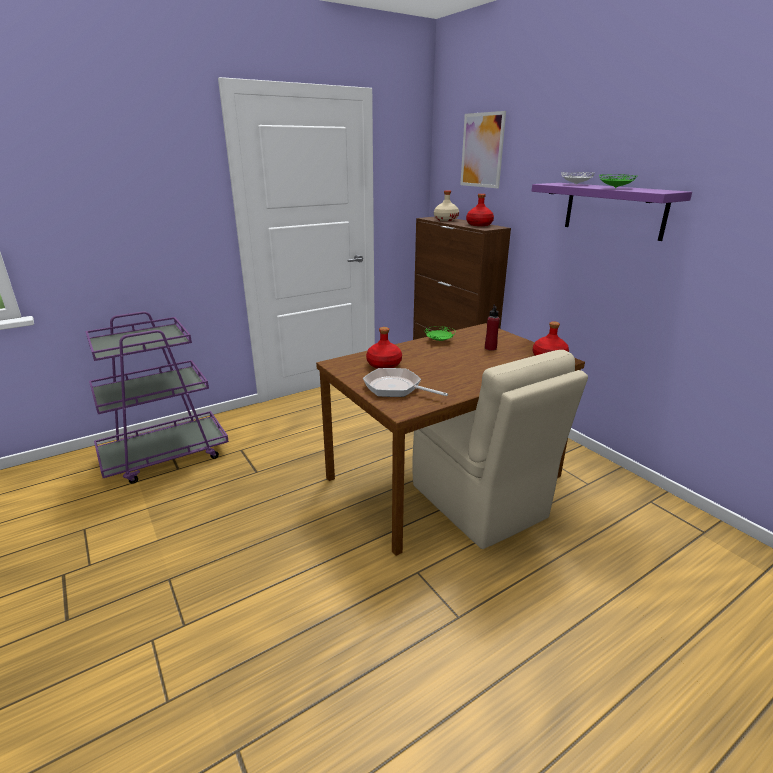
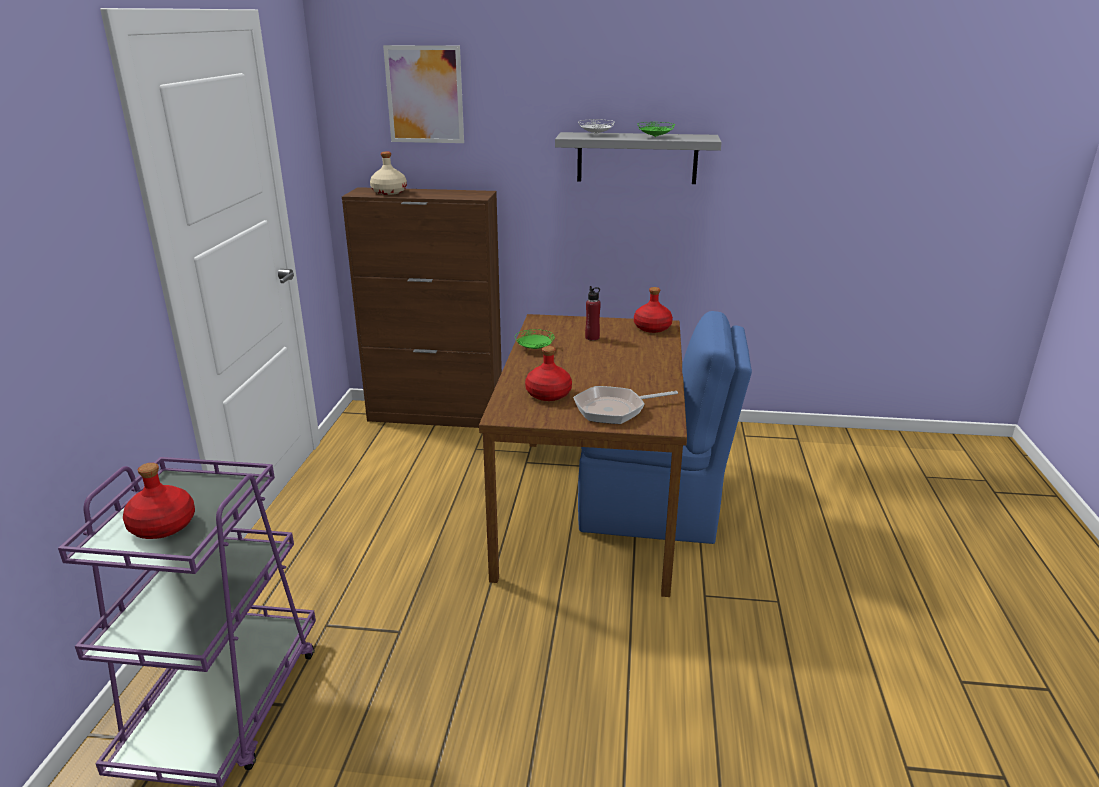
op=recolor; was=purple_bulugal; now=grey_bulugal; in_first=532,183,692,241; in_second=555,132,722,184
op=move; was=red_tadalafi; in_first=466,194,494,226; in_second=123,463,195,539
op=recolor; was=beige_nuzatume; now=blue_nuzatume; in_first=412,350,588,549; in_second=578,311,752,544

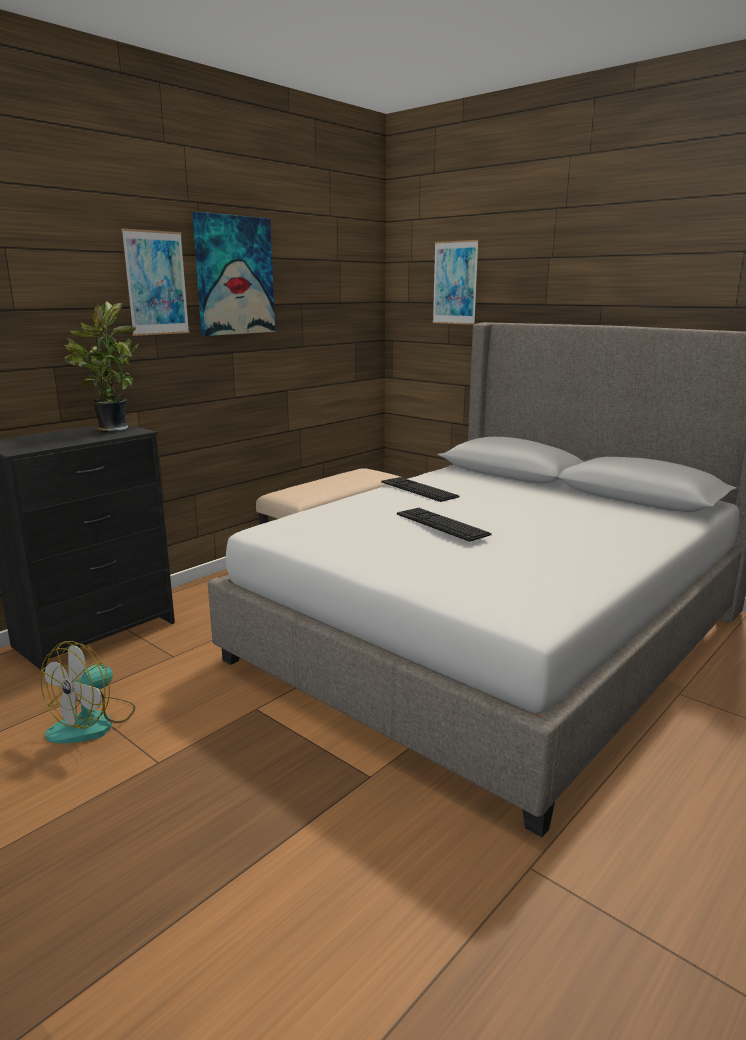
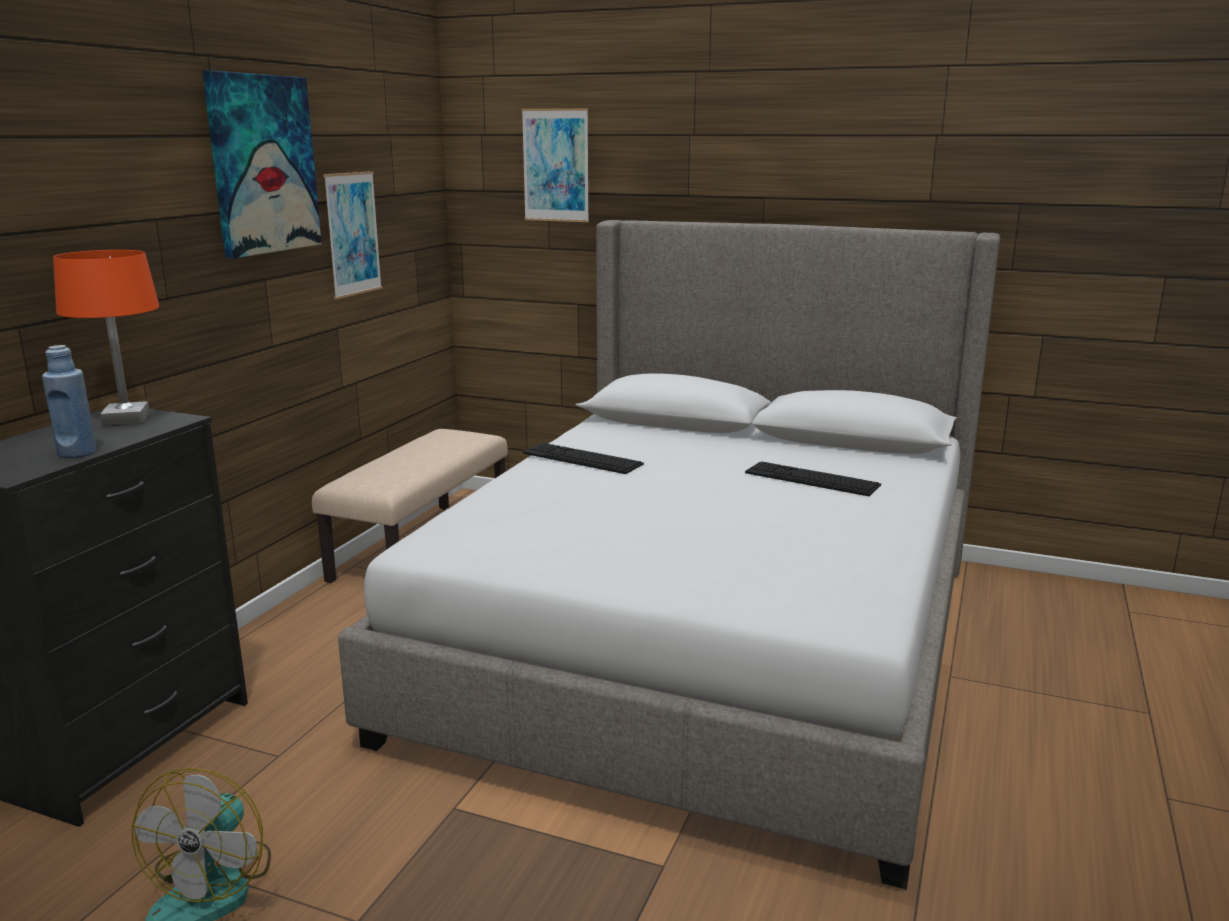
op=move; was=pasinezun; in_first=121,229,190,336; in_second=323,171,382,299
op=replace; was=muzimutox; now=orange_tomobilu; in_first=64,301,139,432; in_second=53,250,159,426
op=move; was=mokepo; in_first=397,508,492,542; in_second=745,462,881,496
op=insert; now=blue_tadalafi; in_second=42,345,96,458

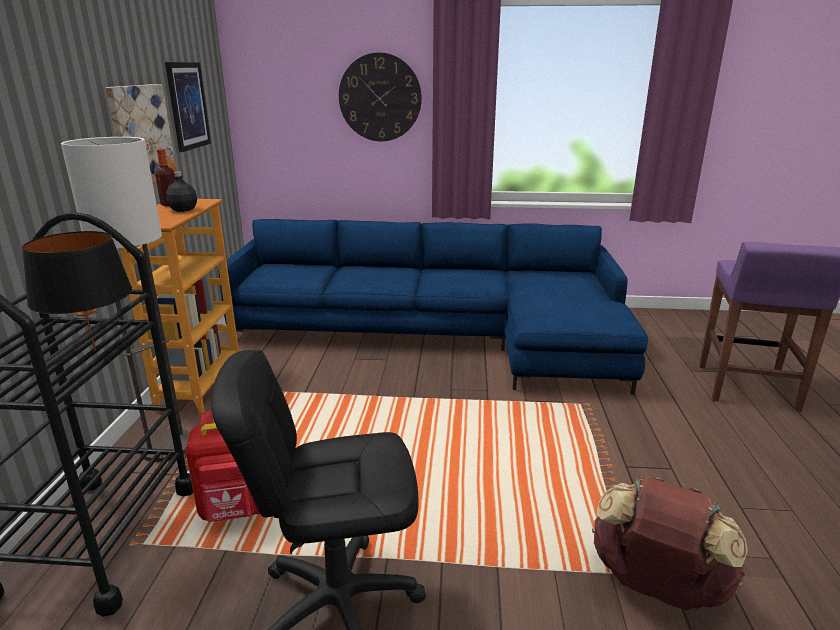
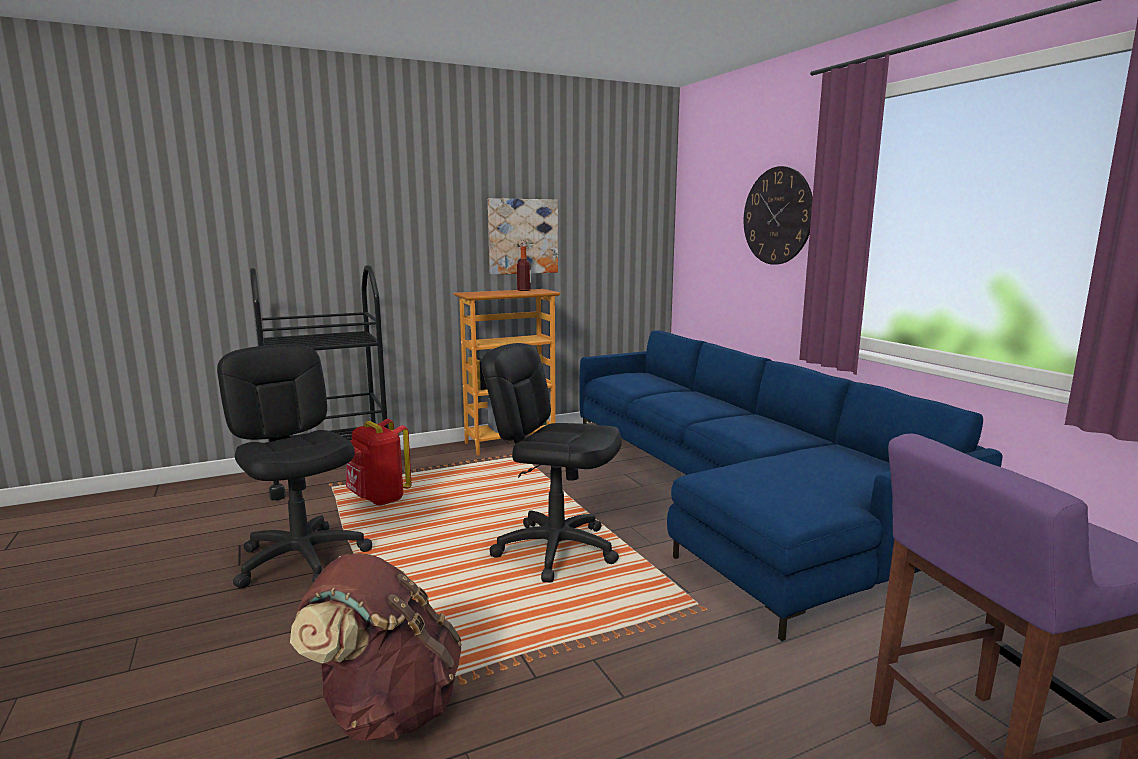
op=delete; was=pasinezun; in_first=165,62,211,152
op=delete; was=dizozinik; in_first=61,137,190,462
op=delete; was=black_tadalafi; in_first=166,171,197,212
op=delete; was=black_tomobilu; in_first=22,231,132,351
op=insert; now=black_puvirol; in_second=481,343,622,582

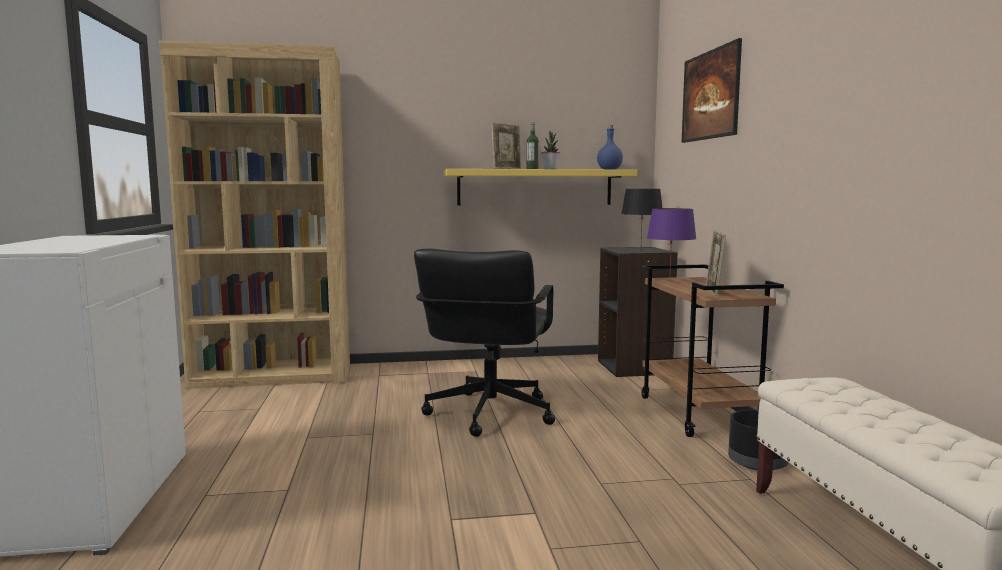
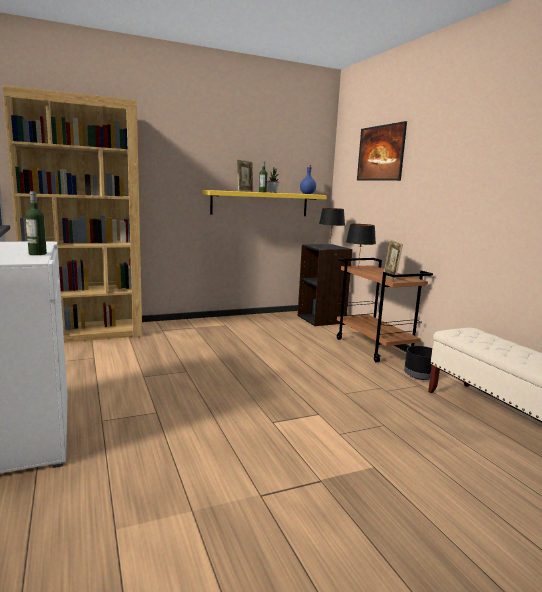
op=recolor; was=purple_tomobilu; now=black_tomobilu; in_first=647,208,697,282; in_second=346,224,376,269
op=delete; was=black_puvirol; in_first=414,248,555,437
op=insert; now=tadalafi; in_second=26,191,47,255

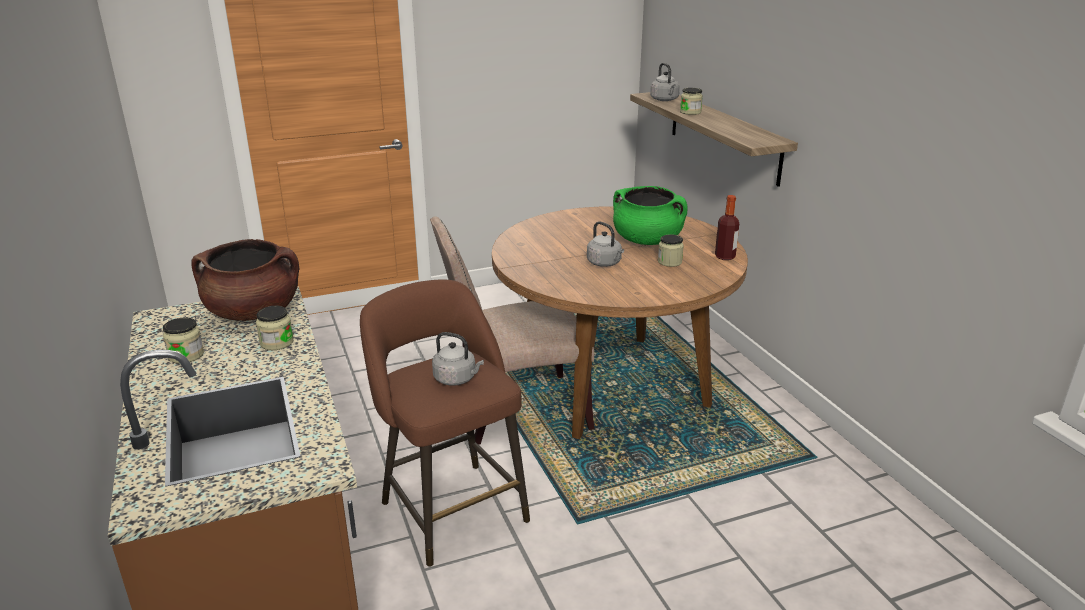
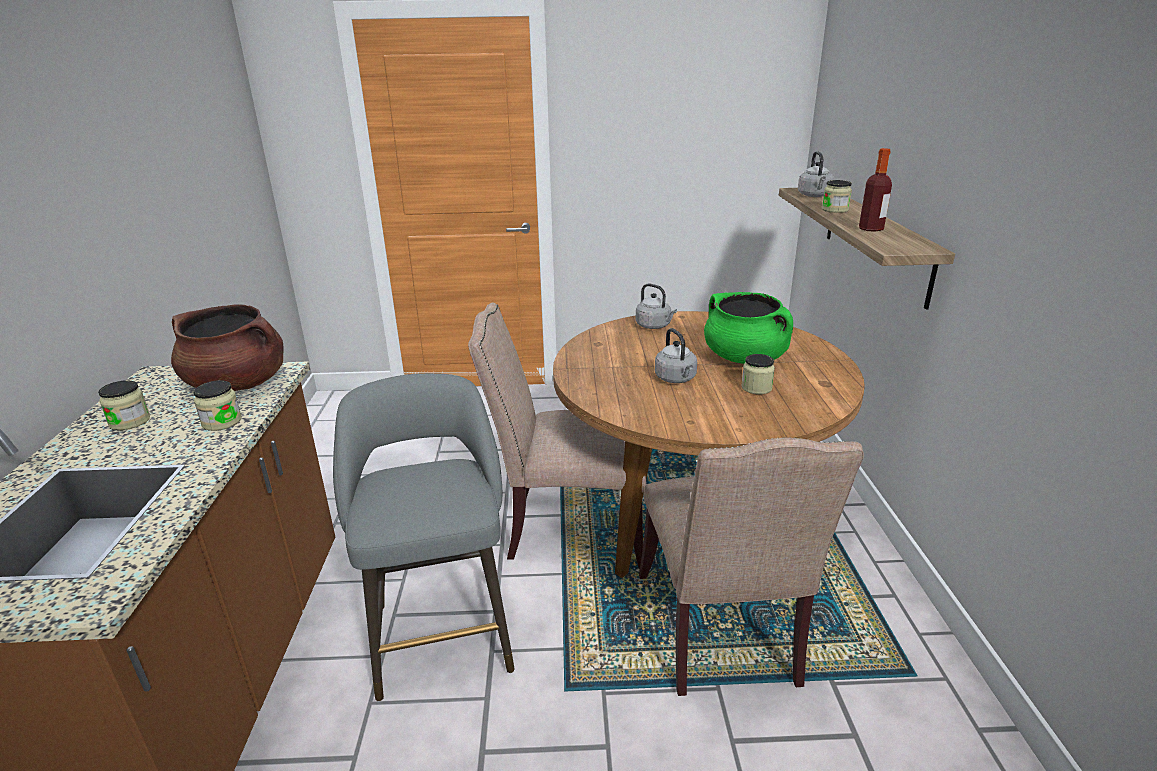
op=move; was=tadalafi; in_first=715,195,739,260; in_second=859,148,892,232
op=recolor; was=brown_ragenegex; now=grey_ragenegex; in_first=360,279,530,567; in_second=333,373,514,702
op=move; was=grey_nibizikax; in_first=432,332,484,386; in_second=636,283,677,329
op=insert; now=beige_nuzatume; in_second=639,437,864,696

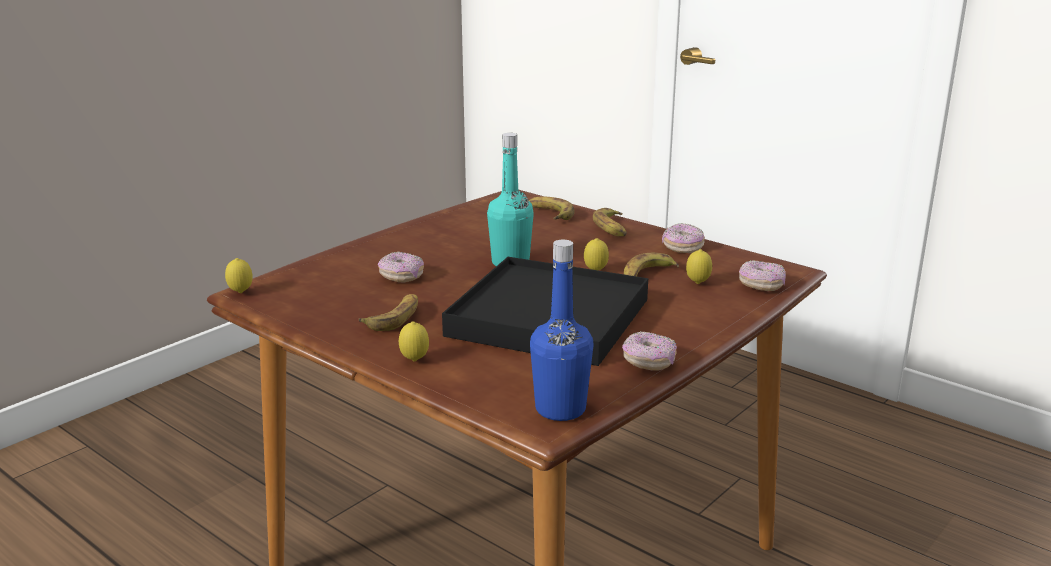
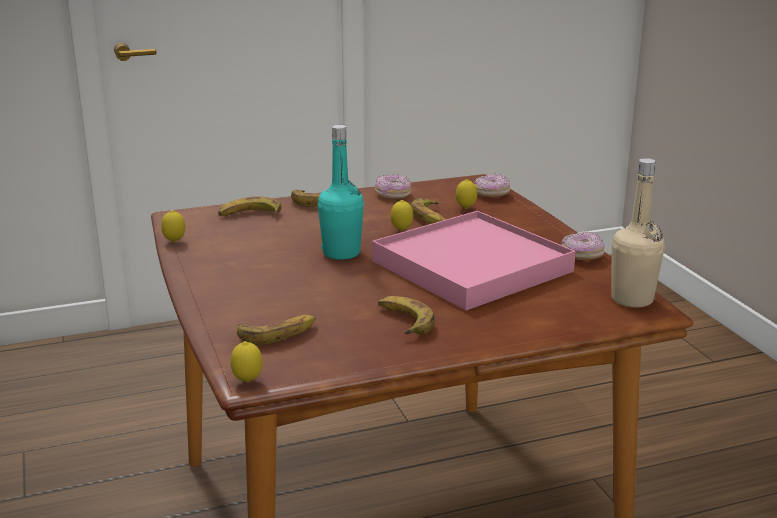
op=recolor; was=blue_tadalafi; now=beige_tadalafi; in_first=530,240,593,421; in_second=611,158,665,308
op=delete; was=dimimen; in_first=378,251,424,282
op=recolor; was=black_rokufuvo; now=pink_rokufuvo; in_first=442,257,648,366; in_second=372,211,576,311
op=move; was=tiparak; in_first=399,322,429,361; in_second=161,210,185,242
op=insert; now=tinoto; in_second=237,315,316,345

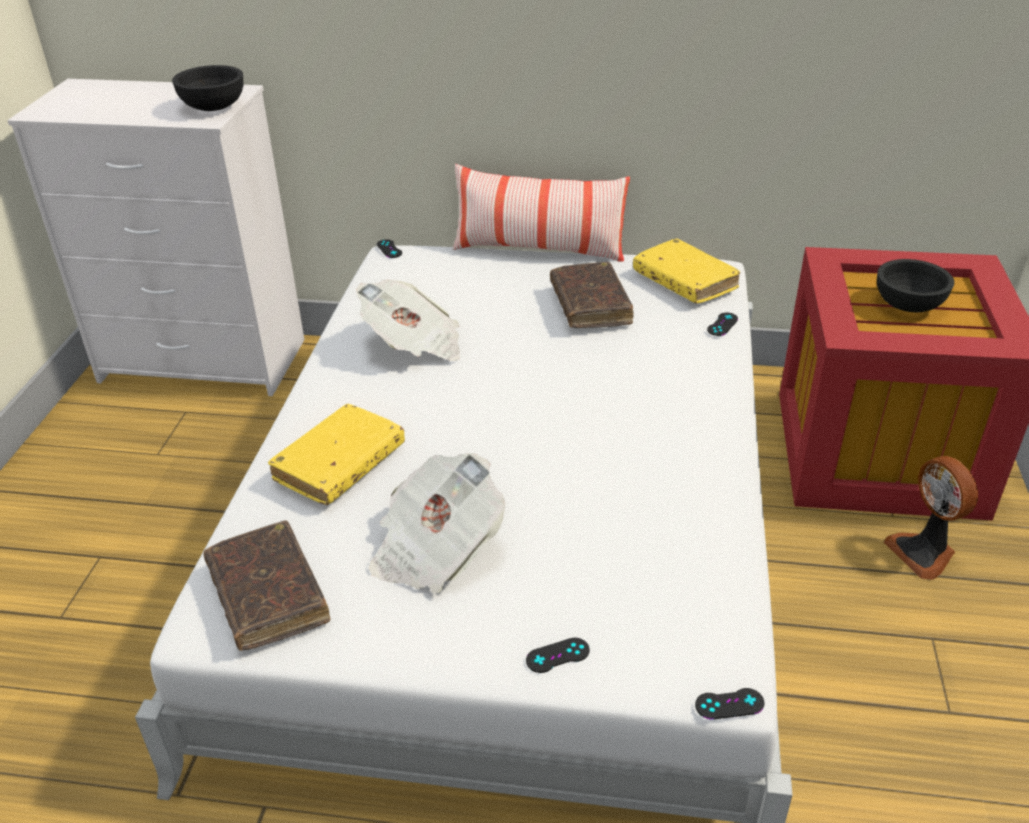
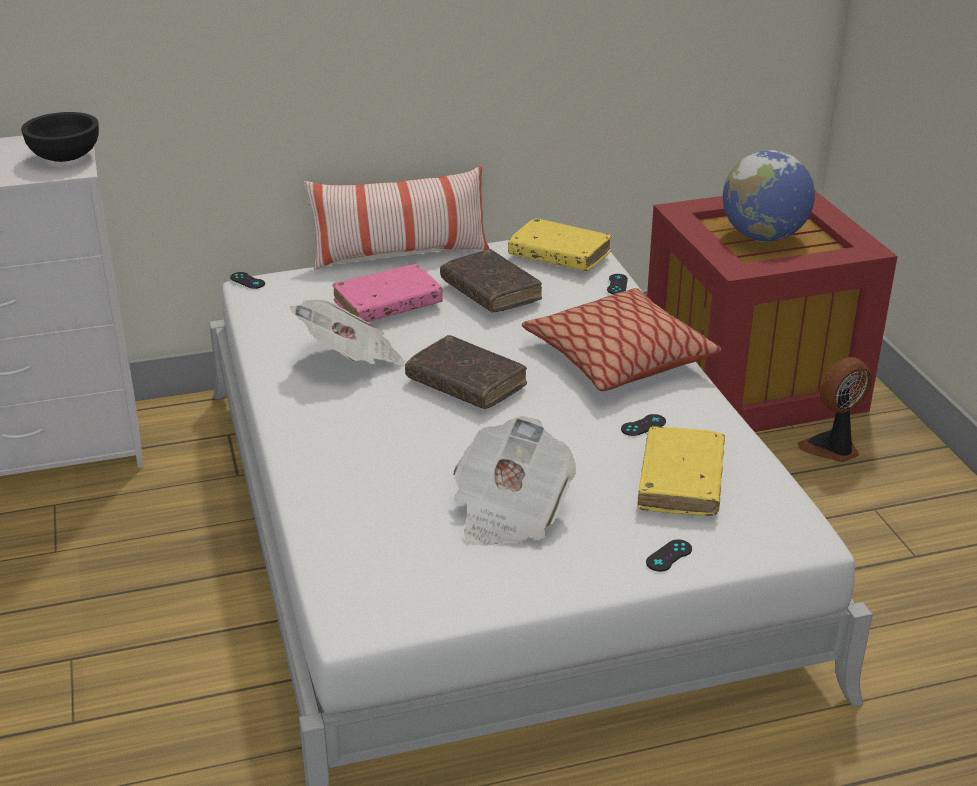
op=replace; was=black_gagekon; now=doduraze; in_first=877,259,954,312; in_second=723,150,815,242
op=move; was=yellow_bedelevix; in_first=268,404,405,505; in_second=637,426,725,516
op=rotate; was=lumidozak; in_first=884,456,978,580; in_second=798,357,872,462; clockwise=105
op=move; was=brown_bedelevix; in_first=203,521,330,651; in_second=405,335,527,409
op=move; was=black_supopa; in_first=695,688,764,720; in_second=621,414,666,436
op=insert; now=pink_bedelevix; in_second=332,264,443,322
op=insert; now=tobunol; in_second=522,288,722,391

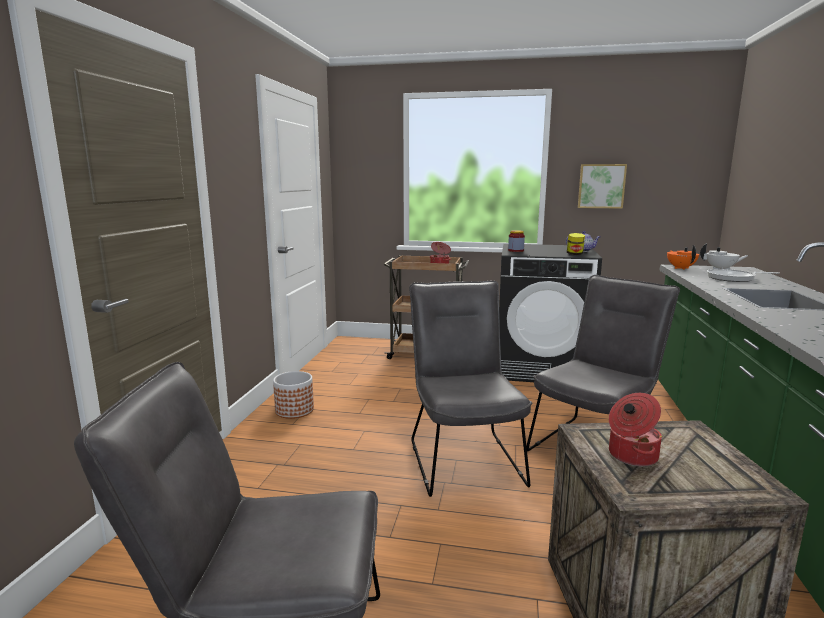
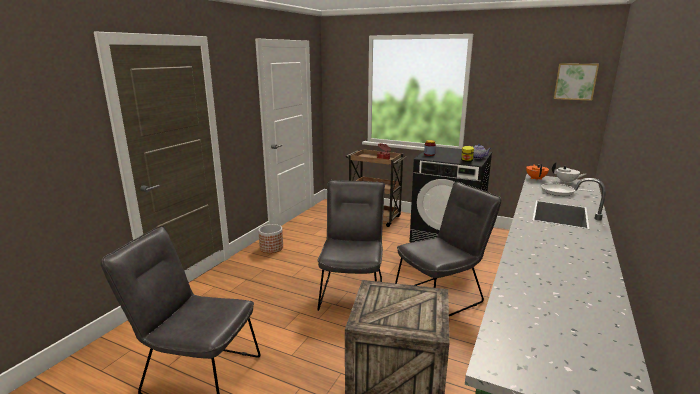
op=move; was=pasinezun; in_first=578,164,627,209; in_second=554,63,599,101
op=delete; was=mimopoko; in_first=609,393,662,466

